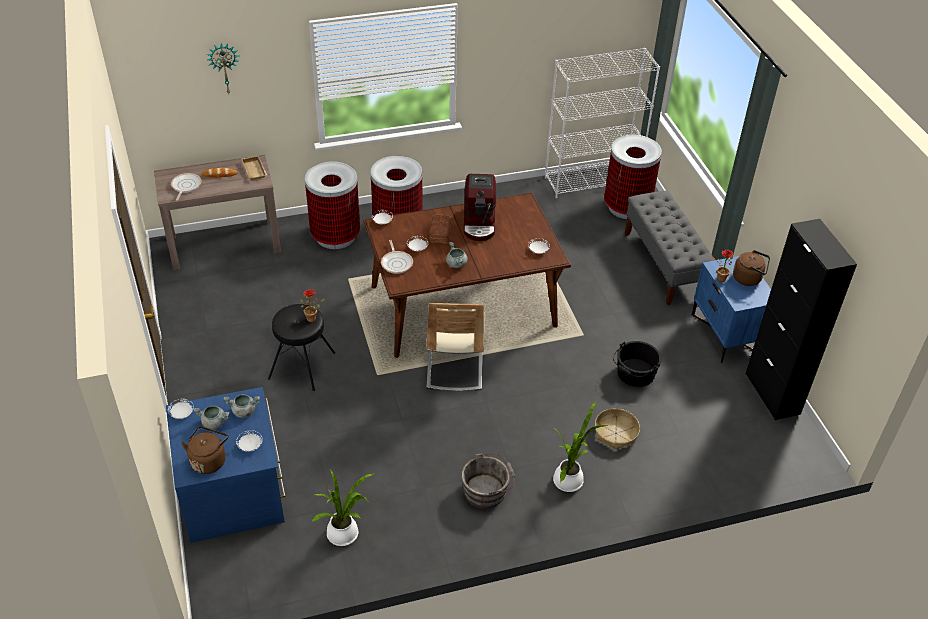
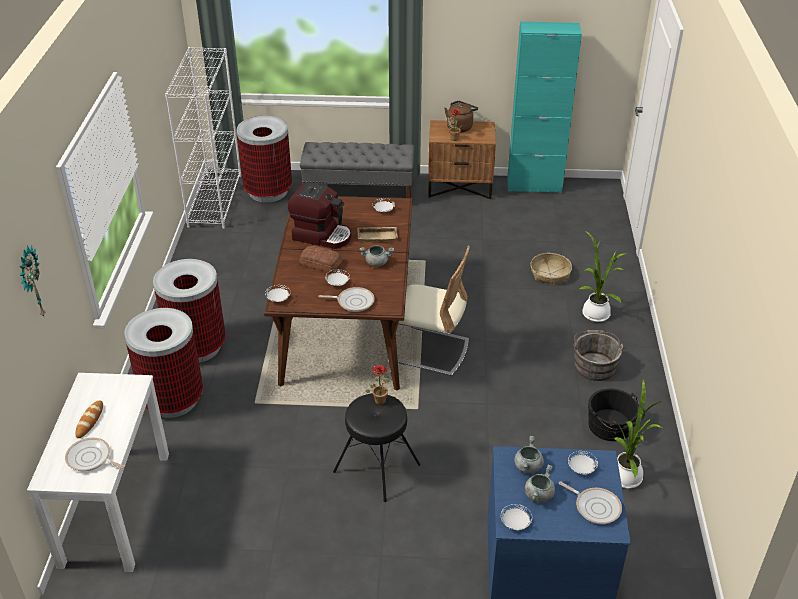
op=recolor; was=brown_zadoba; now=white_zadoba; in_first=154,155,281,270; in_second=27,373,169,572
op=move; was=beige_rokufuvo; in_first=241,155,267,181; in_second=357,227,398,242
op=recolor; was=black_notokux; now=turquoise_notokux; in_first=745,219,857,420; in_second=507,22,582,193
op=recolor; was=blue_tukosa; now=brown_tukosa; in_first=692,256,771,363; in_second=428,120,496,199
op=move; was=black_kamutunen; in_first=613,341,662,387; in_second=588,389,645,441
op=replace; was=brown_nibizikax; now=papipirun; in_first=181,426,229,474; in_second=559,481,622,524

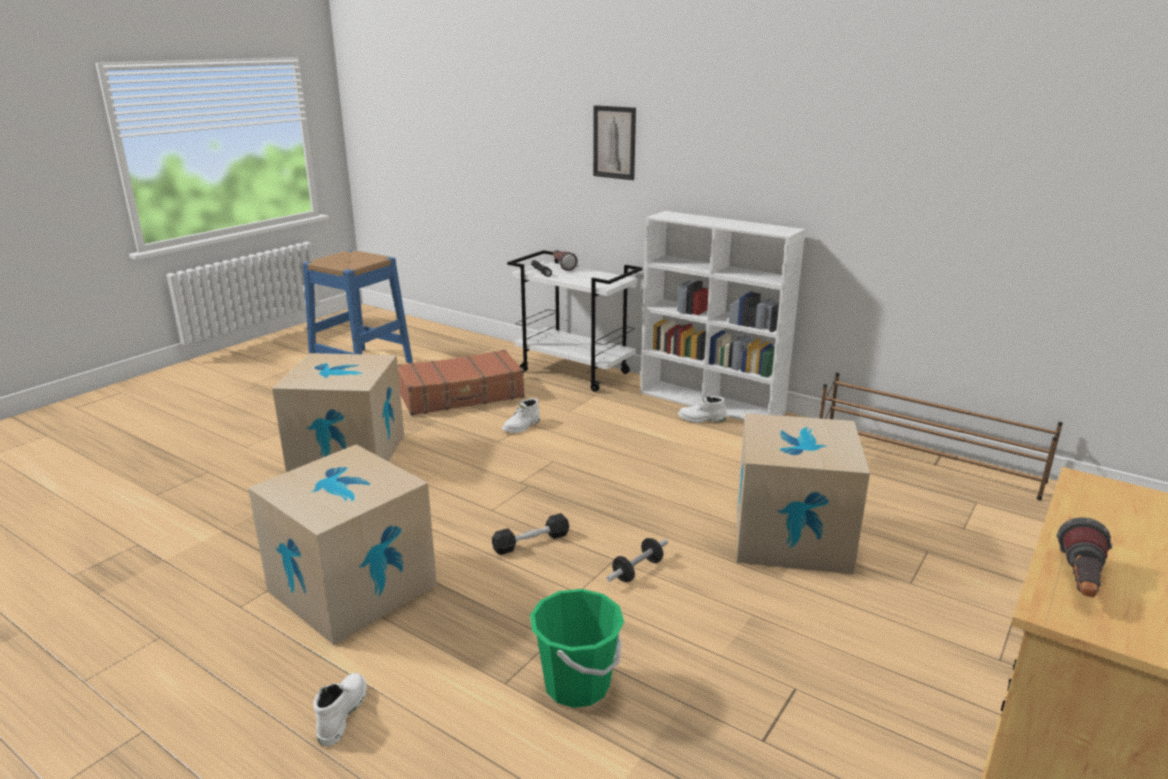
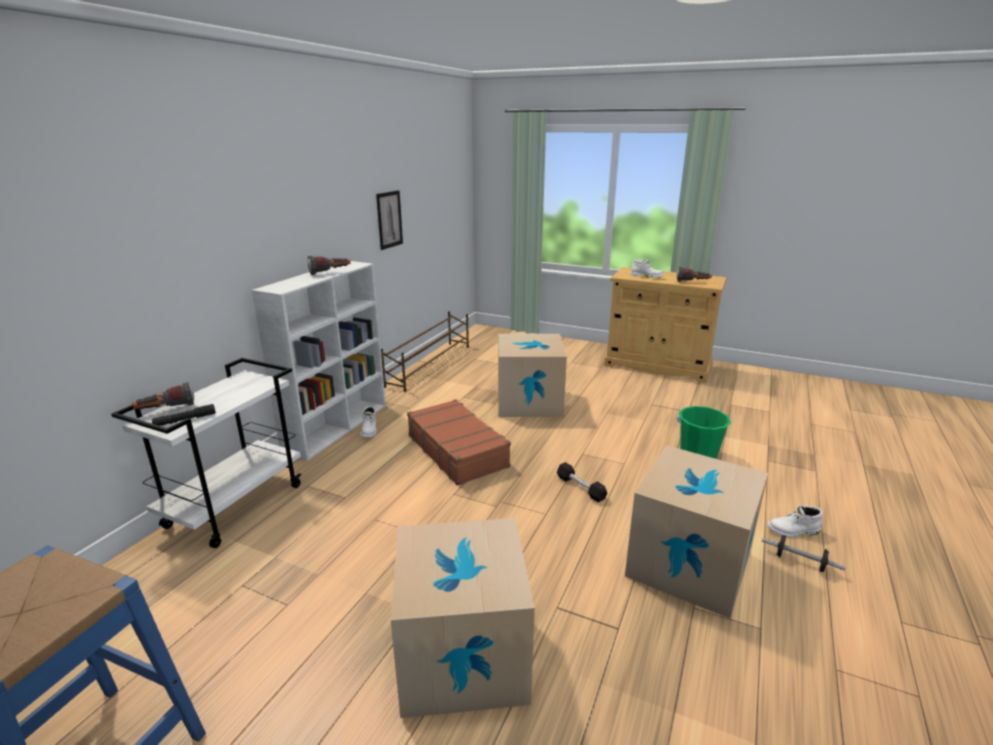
op=move; was=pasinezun; in_first=593,105,636,180; in_second=376,190,403,250
op=move; was=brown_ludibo; in_first=398,350,525,416; in_second=407,399,511,486
op=move; was=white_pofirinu; in_first=502,398,540,433; in_second=630,259,664,278
op=move; was=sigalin; in_first=606,538,668,582; in_second=762,535,846,572
op=insert; now=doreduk; in_second=307,256,351,275

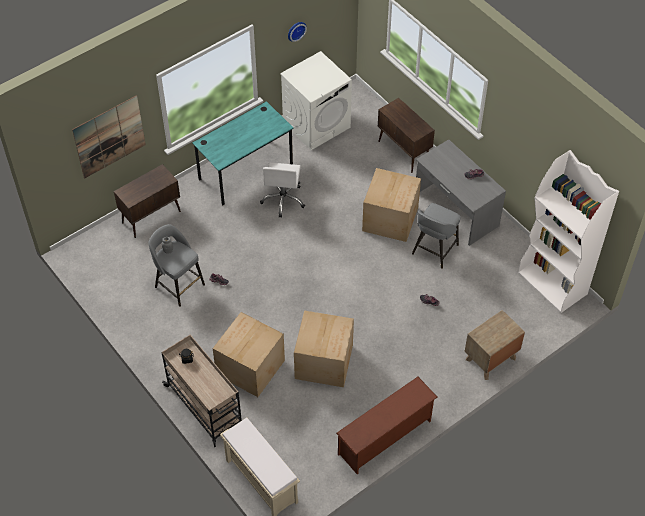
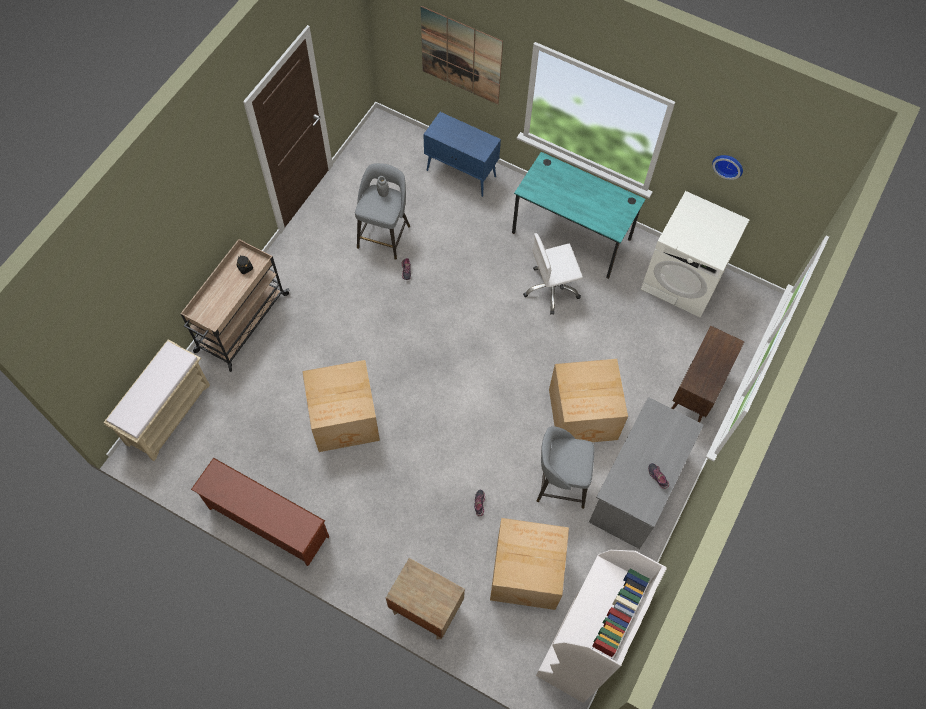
op=recolor; was=brown_notokux; now=blue_notokux; in_first=114,164,181,238; in_second=423,112,501,197
op=move; was=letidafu; in_first=213,312,285,397; in_second=490,518,569,610

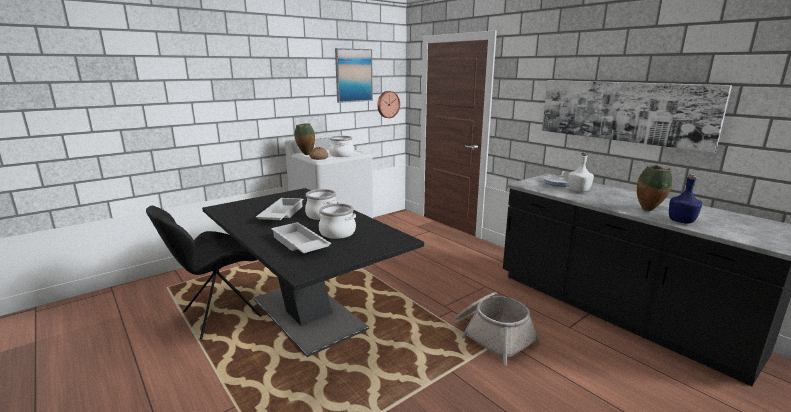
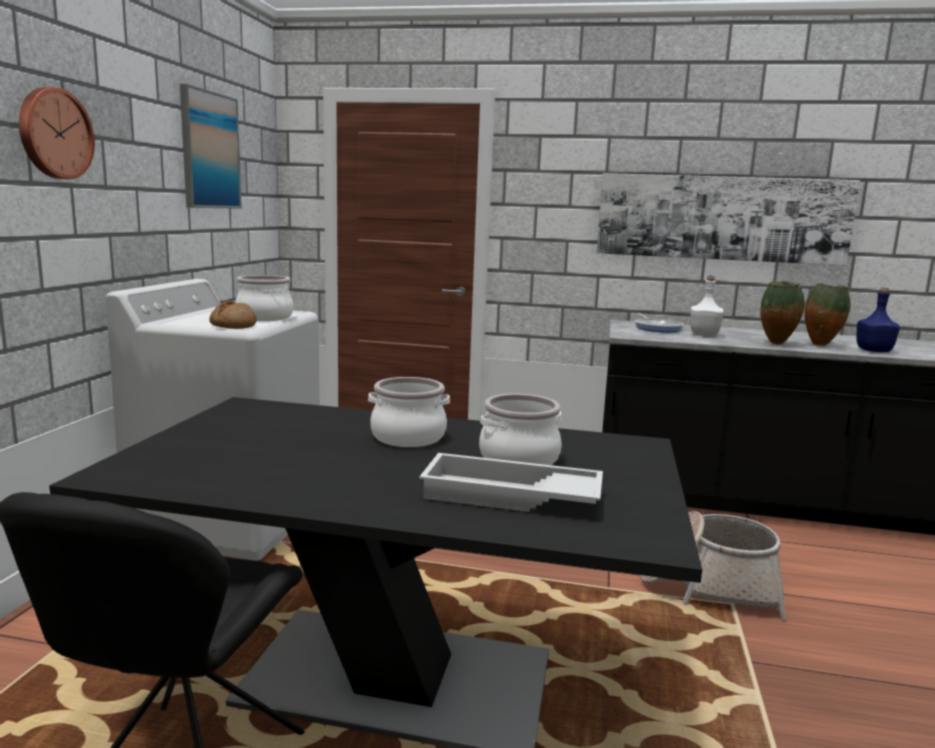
op=move; was=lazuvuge; in_first=377,91,400,118; in_second=19,87,95,179
op=move; was=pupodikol; in_first=294,123,315,155; in_second=760,281,805,344
op=delete; was=white_rokufuvo; in_first=256,198,304,220

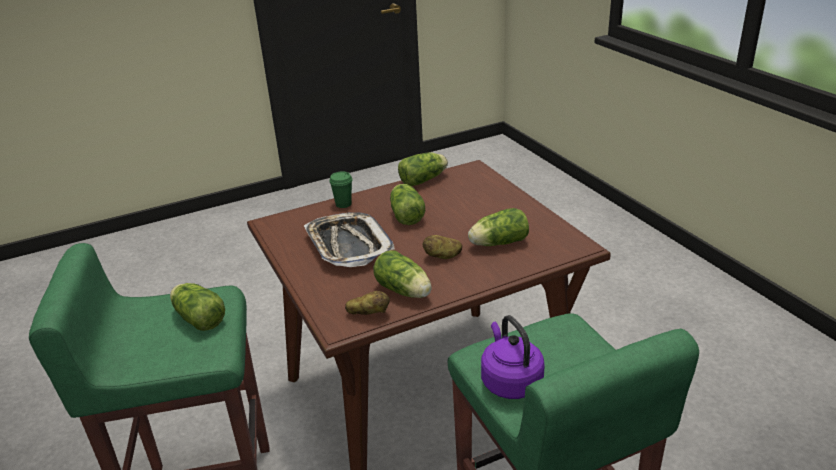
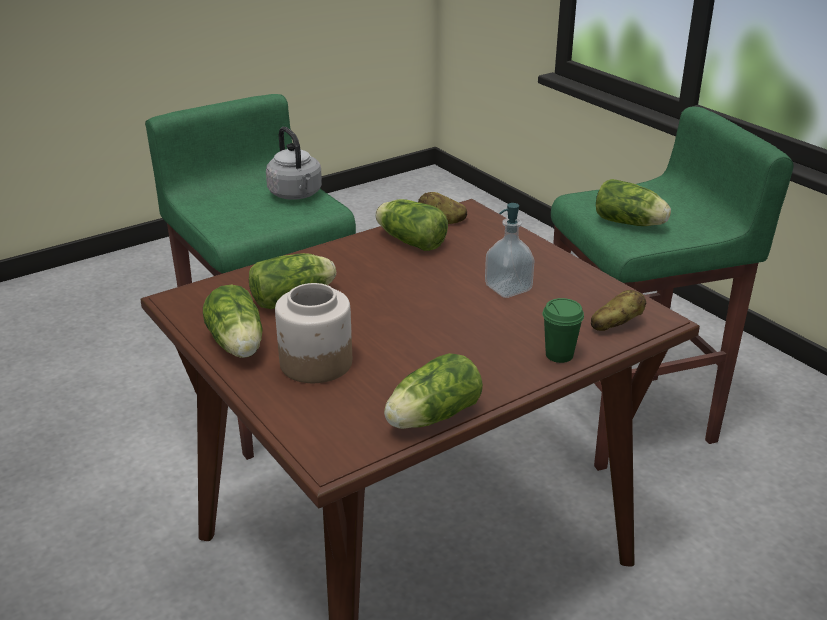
op=move; was=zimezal; in_first=390,184,425,225; in_second=203,284,263,358
op=replace; was=rokufuvo; now=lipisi; in_first=304,212,395,267; in_second=485,203,535,298
op=move; was=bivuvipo; in_first=423,235,462,259; in_second=591,290,646,331
op=recolor; was=purple_nibizikax; now=grey_nibizikax; in_first=481,315,545,399; in_second=266,127,322,200
op=insert; now=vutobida; in_second=275,283,352,383

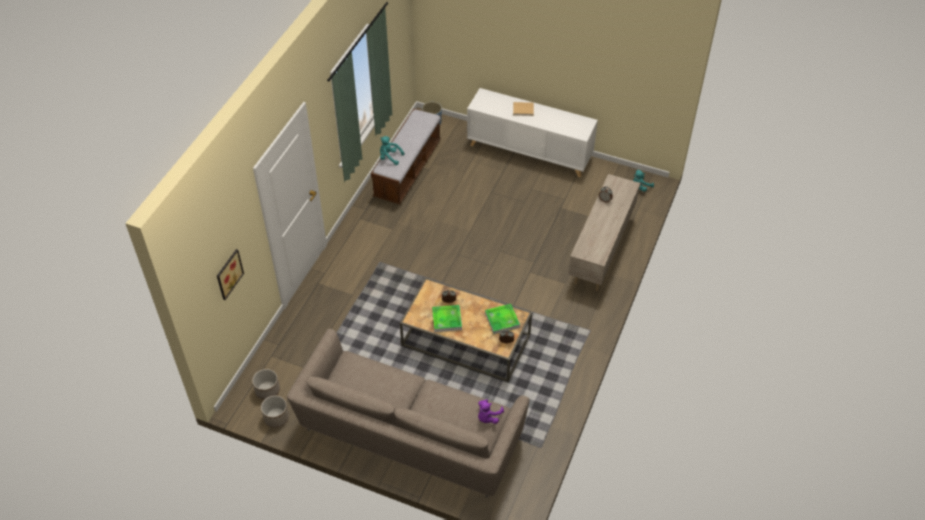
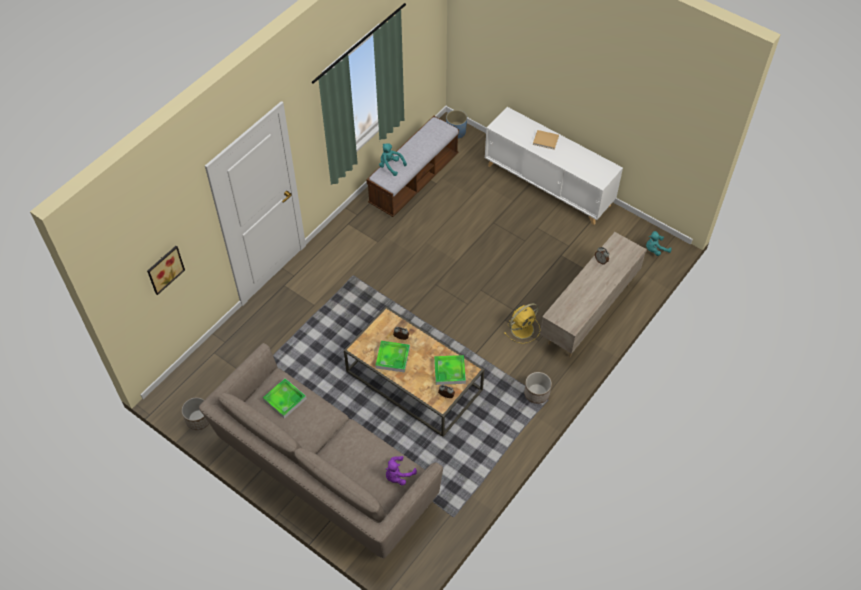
op=move; was=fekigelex; in_first=252,369,280,400; in_second=524,372,552,404
op=insert; now=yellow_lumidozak; in_second=504,303,540,344
op=insert; now=rokufuvo; in_second=263,378,307,419

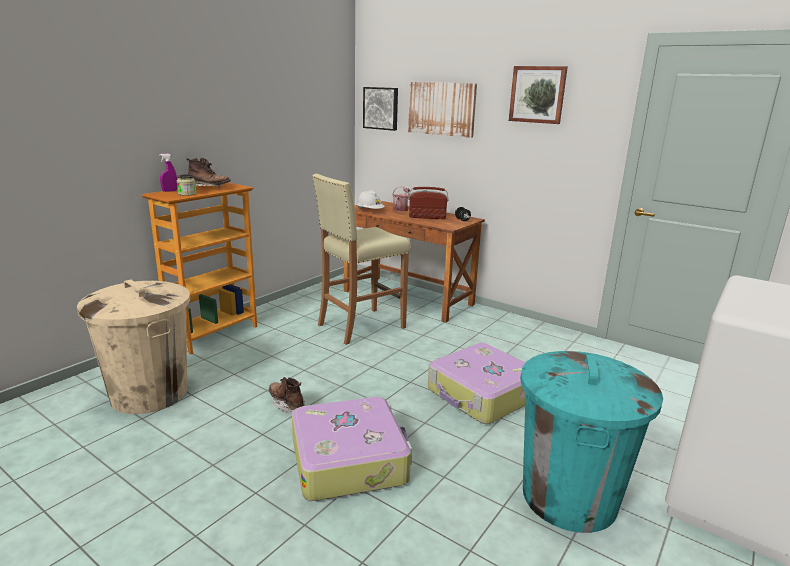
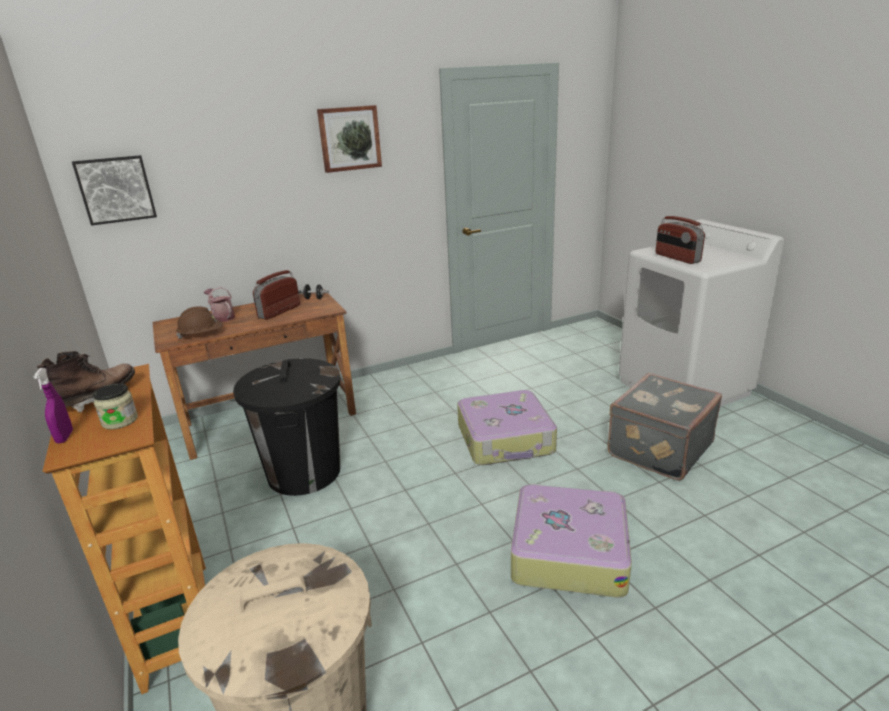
op=delete; was=pasinezun; in_first=408,82,477,138
op=replace; was=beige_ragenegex; now=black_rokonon; in_first=312,174,411,345; in_second=233,358,341,496
op=recolor; was=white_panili; now=brown_panili; in_first=356,190,384,209; in_second=176,306,223,339
op=replace; was=turquoise_rokonon; now=grey_ludibo; in_first=520,351,663,533; in_second=607,373,722,481
op=delete; was=brown_pofirinu; in_first=269,377,305,413
op=insert; now=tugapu; in_second=656,216,705,264

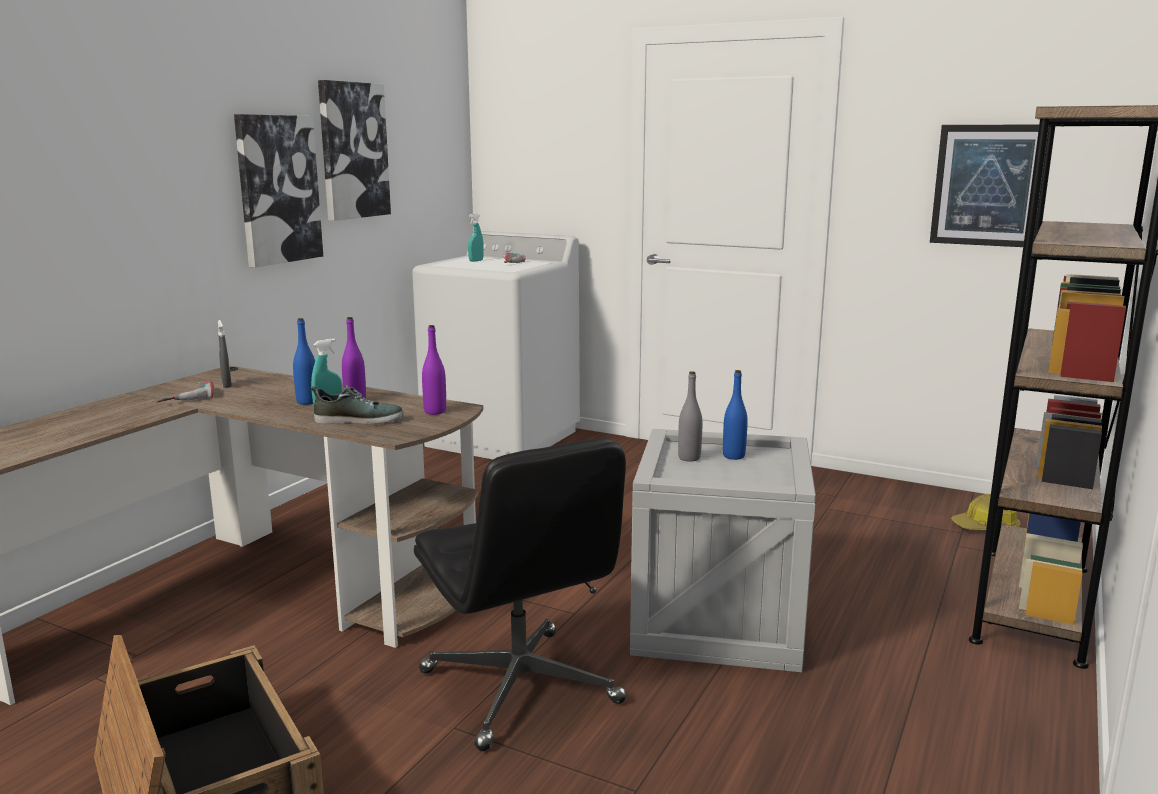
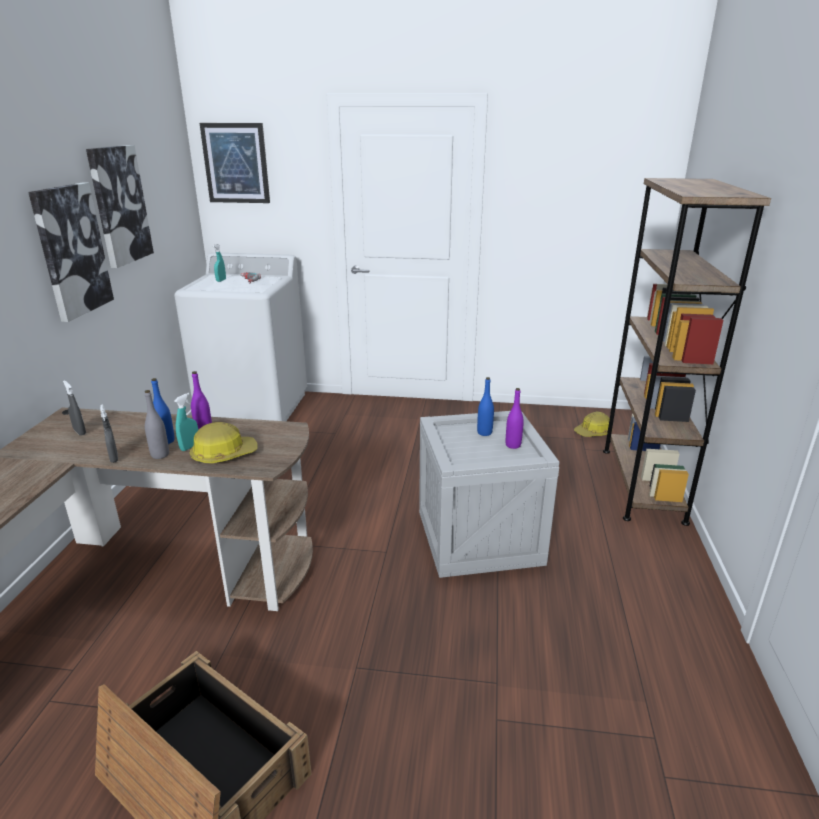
op=move; was=pasinezun; in_first=930,124,1039,247; in_second=200,123,270,203
op=move; was=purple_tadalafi; in_first=422,325,446,415; in_second=506,388,524,449
op=move; was=grey_tadalafi; in_first=678,371,702,462; in_second=145,390,169,459
op=delete; was=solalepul; in_first=156,381,214,403
op=replace; was=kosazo; now=panili; in_first=311,385,404,424; in_second=190,422,257,463
op=delete; was=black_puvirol; in_first=414,438,626,751
op=insert; now=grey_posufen; in_second=100,404,118,463

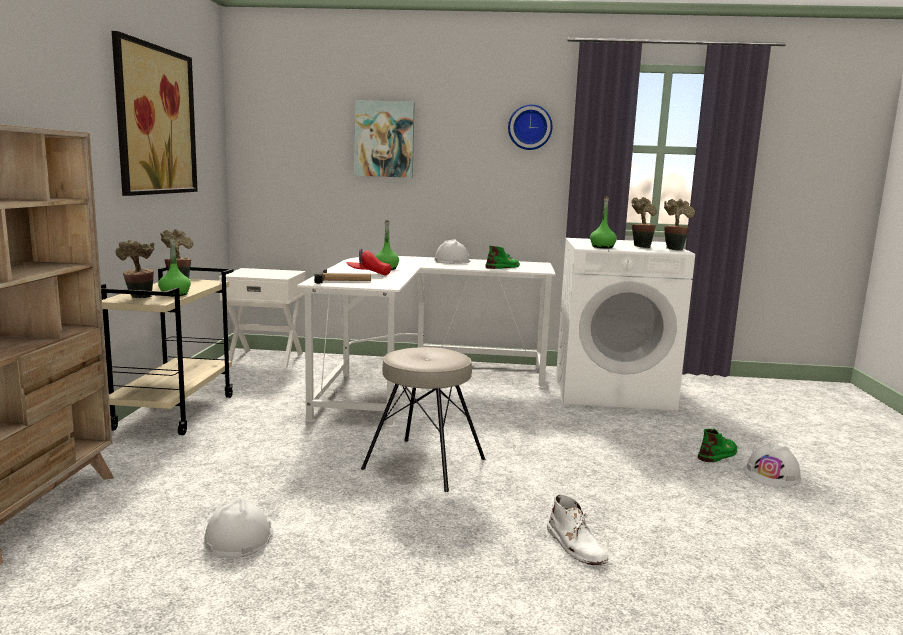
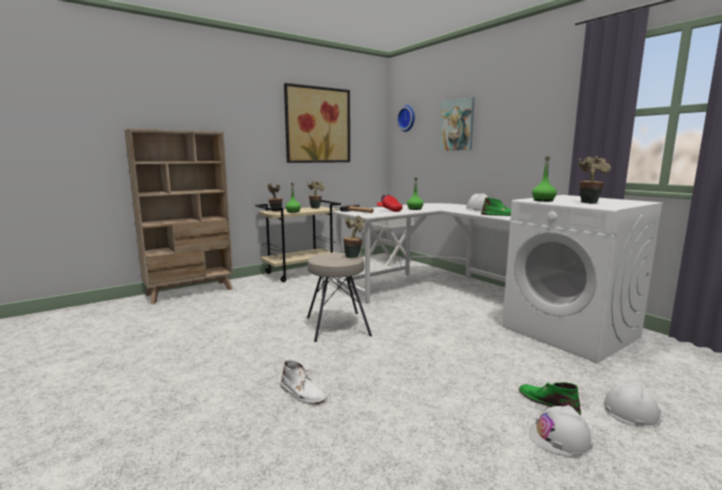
op=move; was=lazuvuge; in_first=508,104,552,150; in_second=396,105,415,132
op=move; was=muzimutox; in_first=664,199,695,251; in_second=343,215,364,258
op=rotate; was=green_pofirinu; in_first=698,429,737,462; in_second=519,382,581,415; clockwise=-135
op=rotate; was=white_pofirinu; in_first=547,494,608,565; in_second=280,360,327,405; clockwise=-75
op=move; was=white_panili; in_first=204,497,274,558; in_second=603,382,662,428

